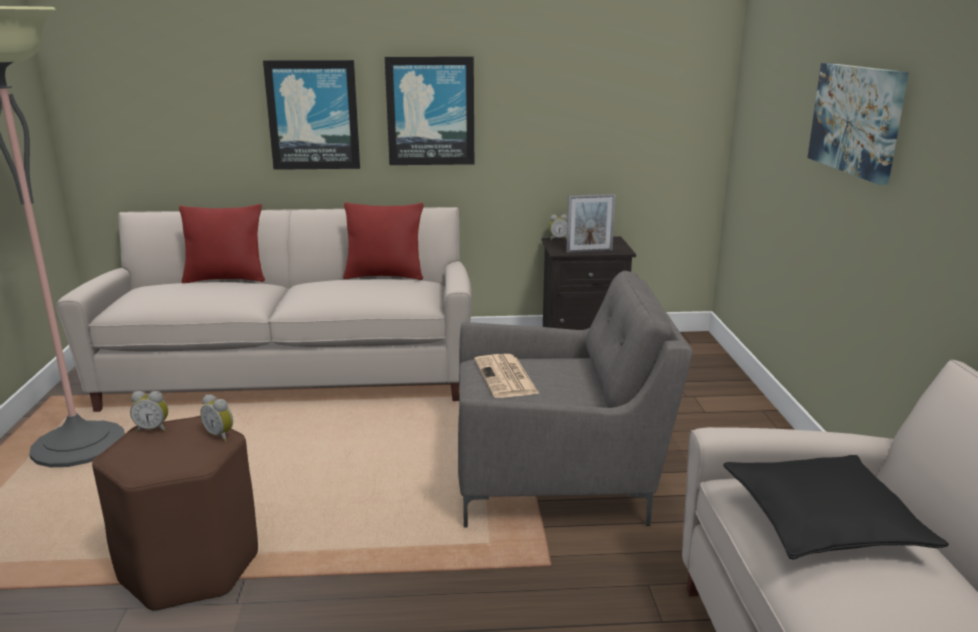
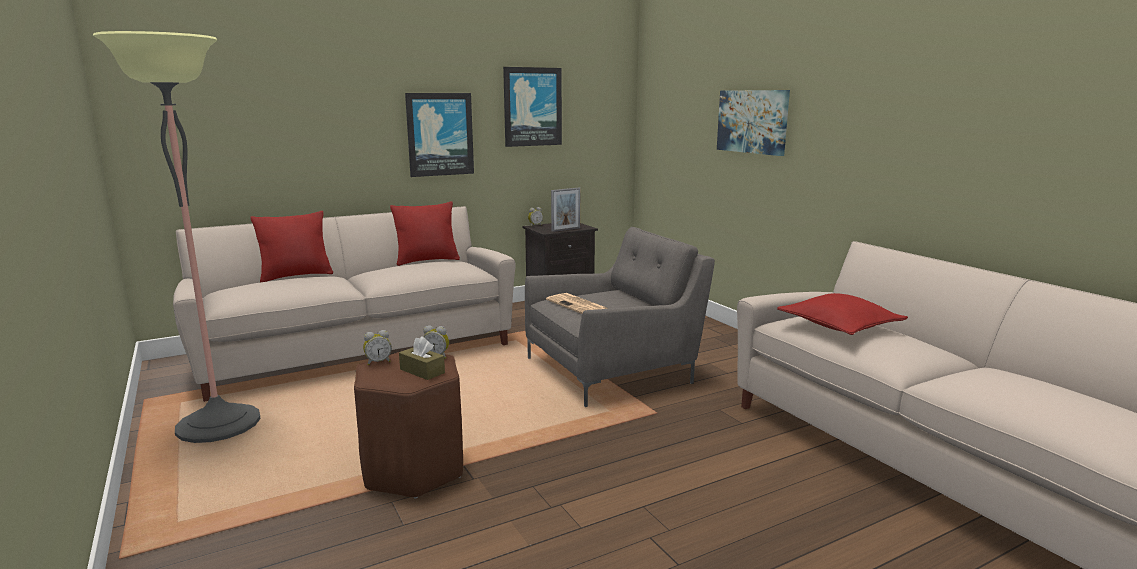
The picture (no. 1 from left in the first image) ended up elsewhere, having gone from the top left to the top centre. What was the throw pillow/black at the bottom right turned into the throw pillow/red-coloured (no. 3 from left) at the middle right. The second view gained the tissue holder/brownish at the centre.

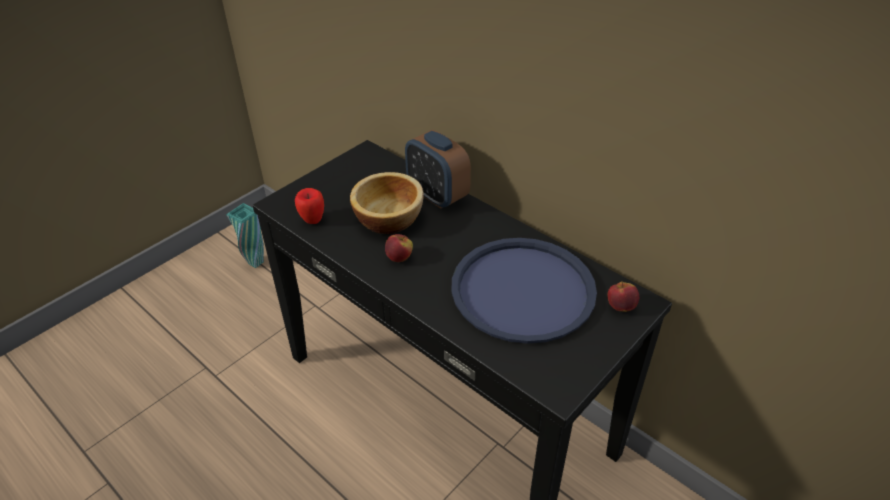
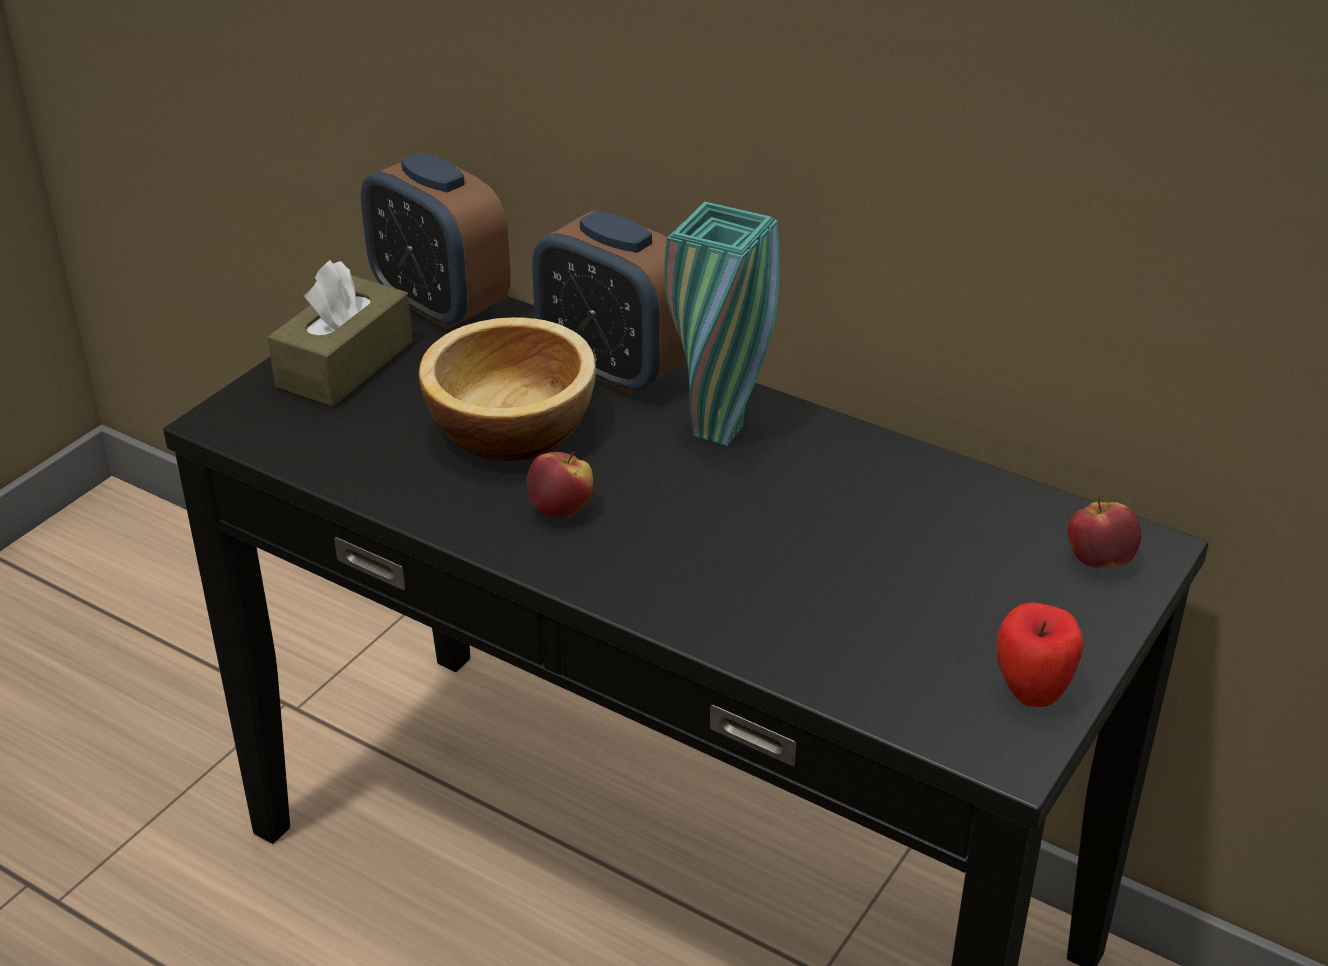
The decorative vase/turquoise-coloured ended up elsewhere, having gone from the middle left to the centre. The apple (no. 1 from left in the first image) ended up elsewhere, having gone from the centre to the bottom right. The second view lost the serving tray/blue at the centre. The second view gained the tissue holder/brownish at the middle left. The second view gained the table clock (no. 1 from left) at the top left.

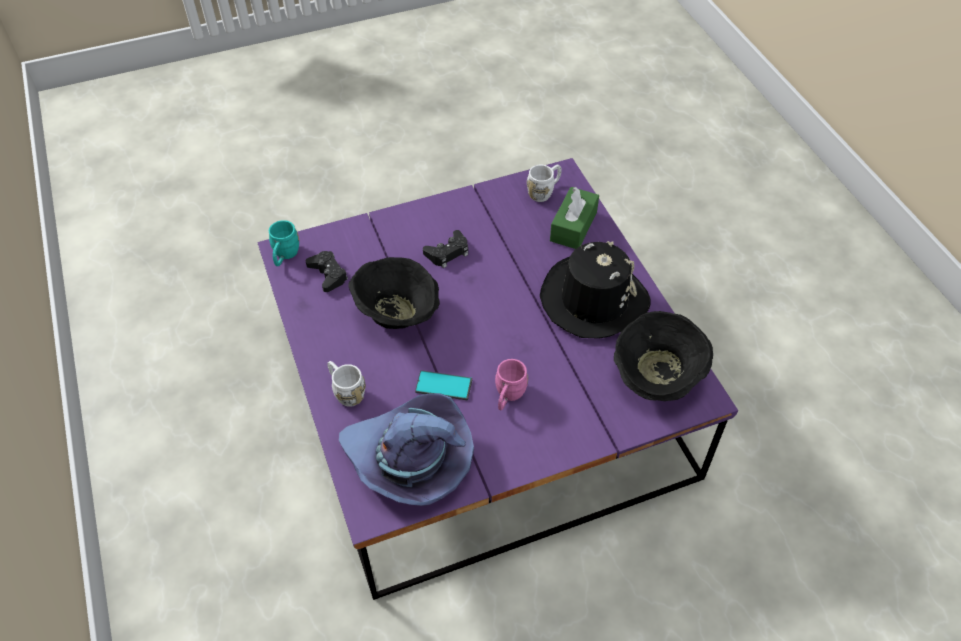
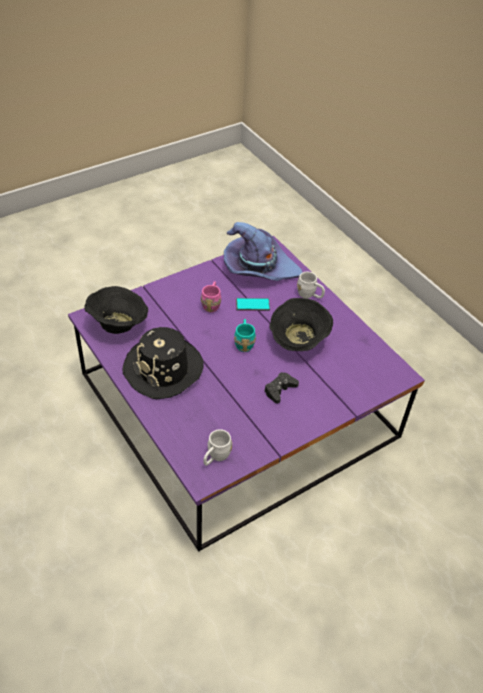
The tea mug/turquoise-coloured ended up elsewhere, having gone from the middle left to the centre. The second view lost the game controller/black (no. 1 from left) at the centre. The second view lost the tissue holder/greenish at the centre.

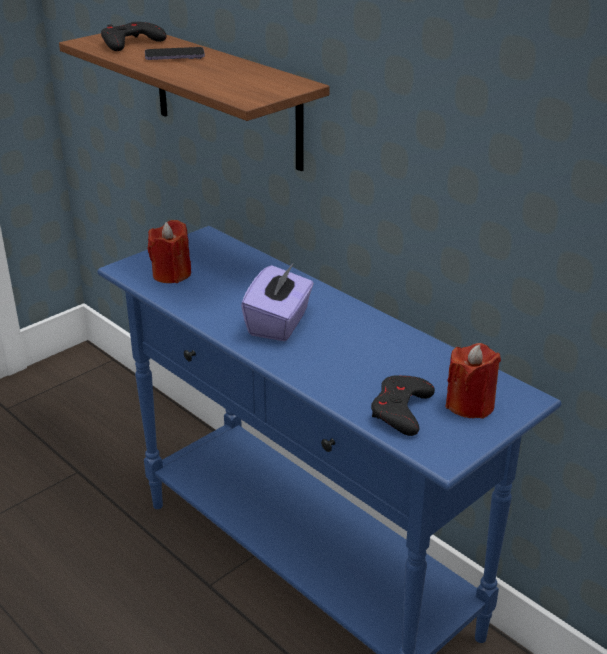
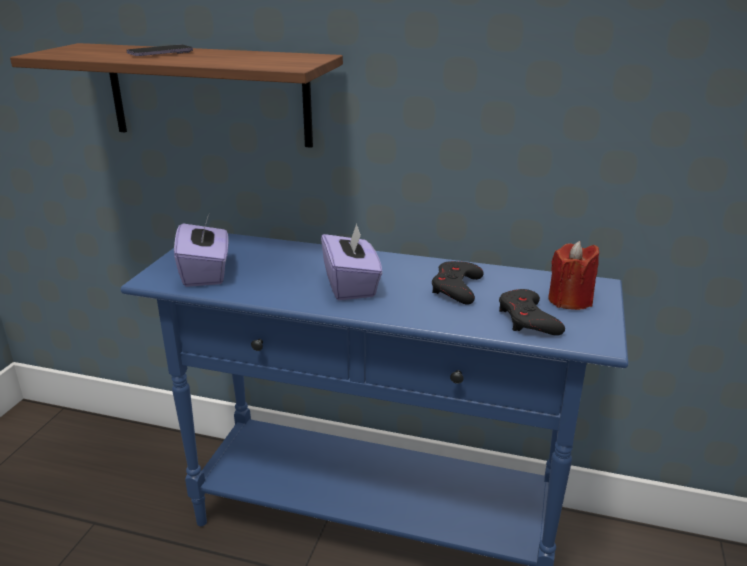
The game controller/black (no. 1 from left) ended up elsewhere, having gone from the top left to the centre. Where the wax light/red-coloured (no. 1 from left) stood at the middle left, the tissue holder/purple (no. 1 from left) came to stand at the middle left.

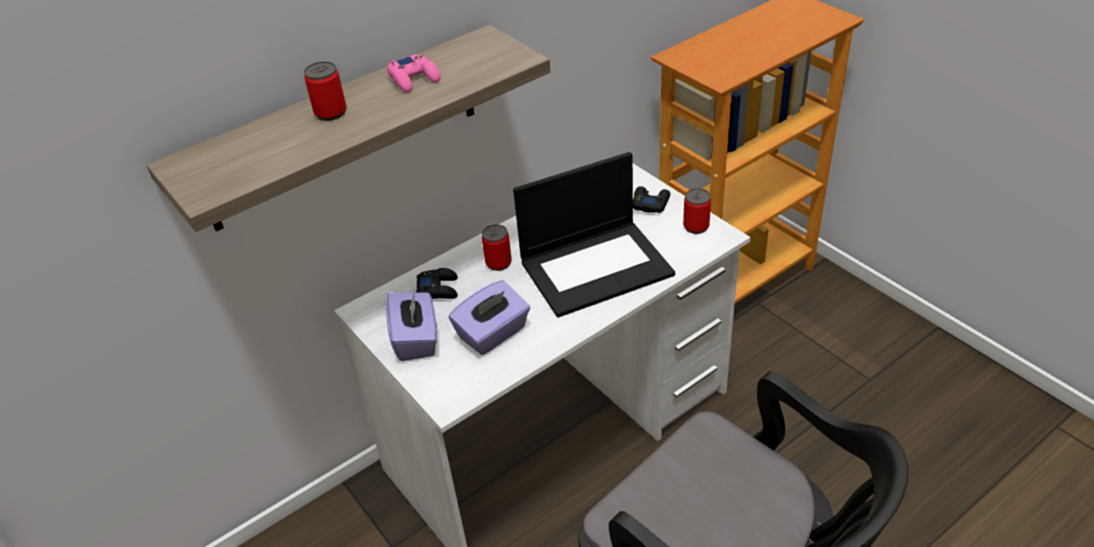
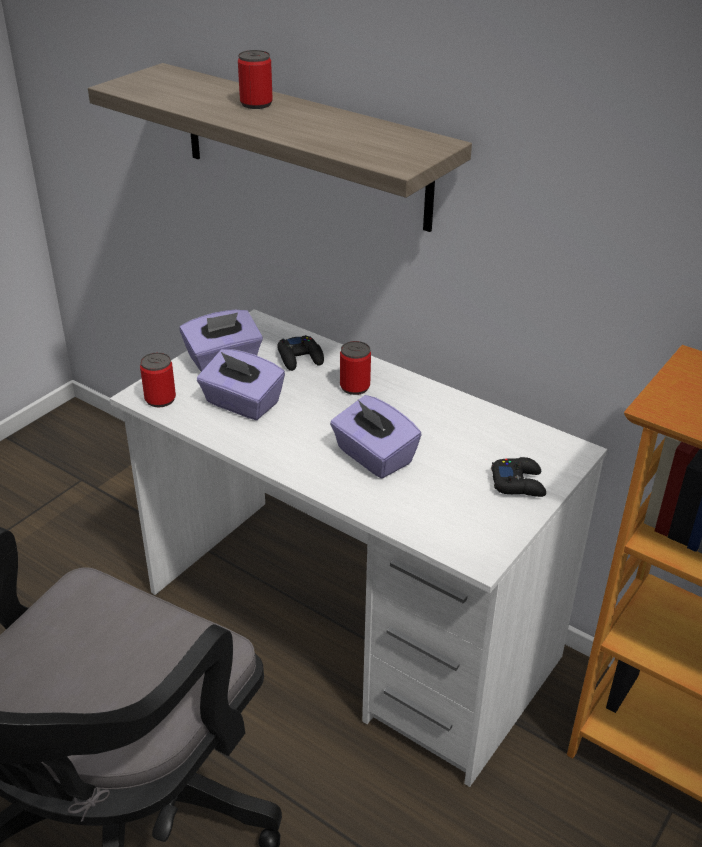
The second view lost the game controller/pinkish at the top centre. Where the portable computer stood at the centre, the tissue holder/purple (no. 3 from left) came to stand at the centre. The can (no. 3 from left in the first image) ended up elsewhere, having gone from the centre to the middle left.

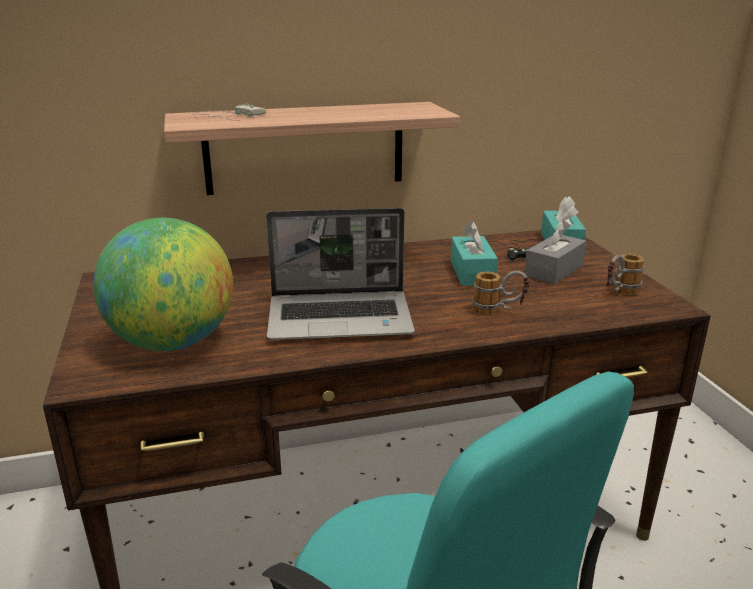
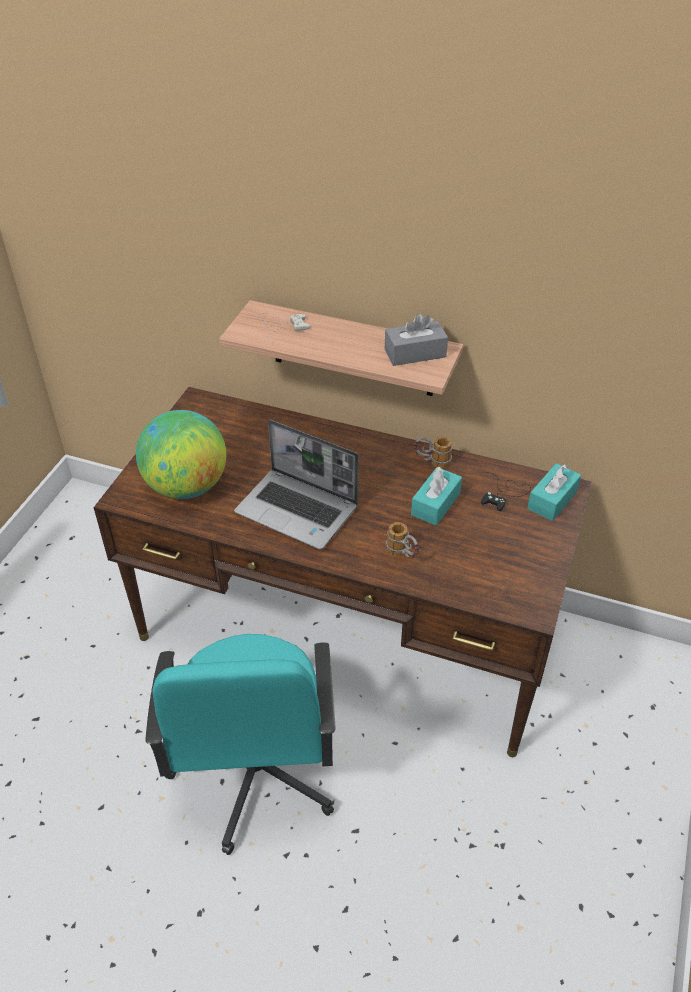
The tissue holder/gray ended up elsewhere, having gone from the middle right to the centre. The tea mug (no. 2 from left) ended up elsewhere, having gone from the middle right to the centre.

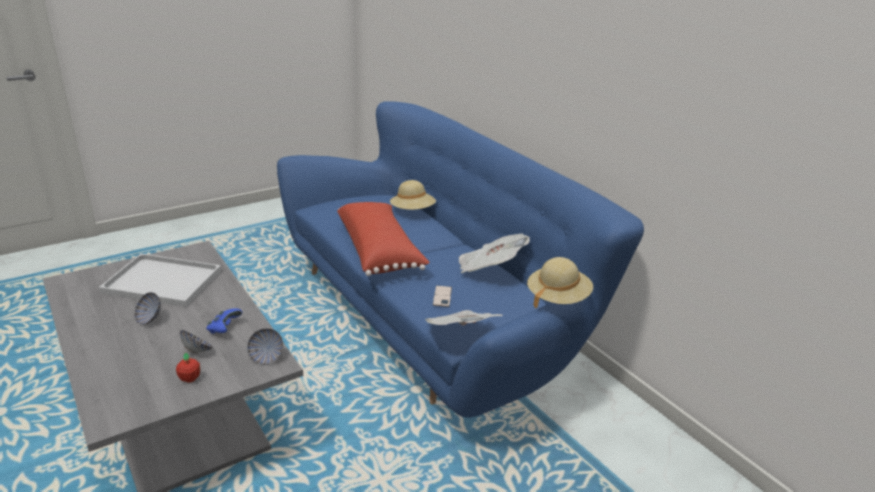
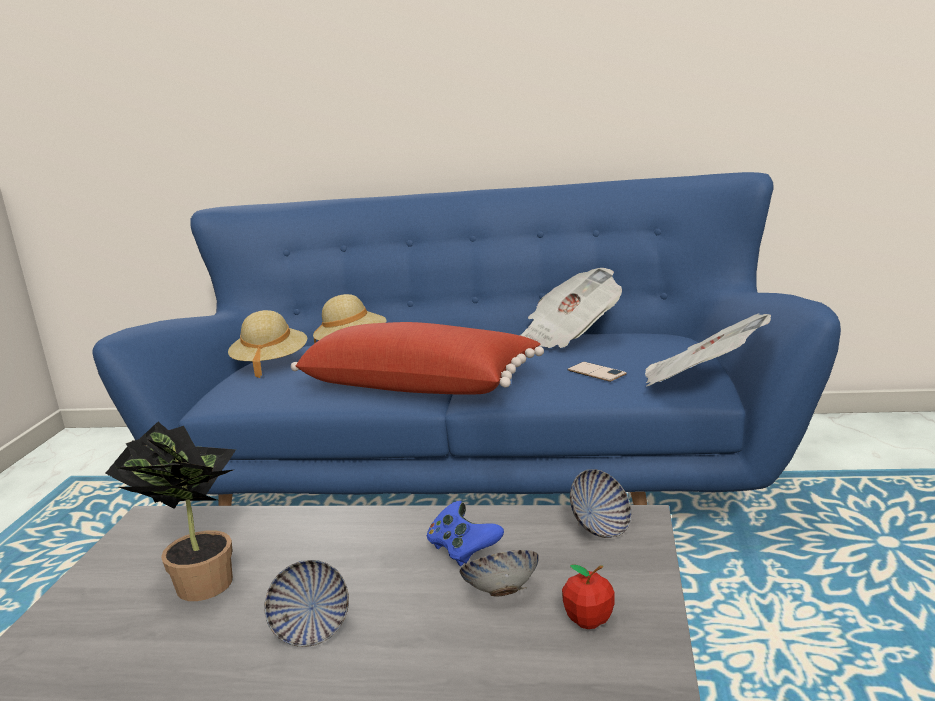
Where the serving tray/whitish stood at the middle left, the potted plant came to stand at the bottom left. The wearable hat/sand-coloured (no. 2 from left in the first image) ended up elsewhere, having gone from the centre to the middle left.

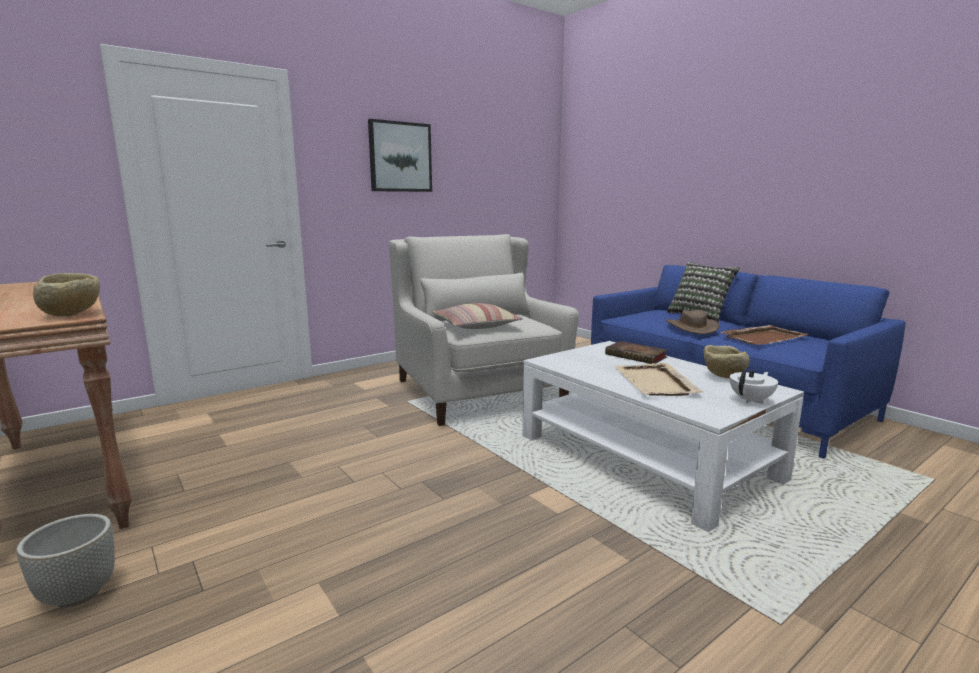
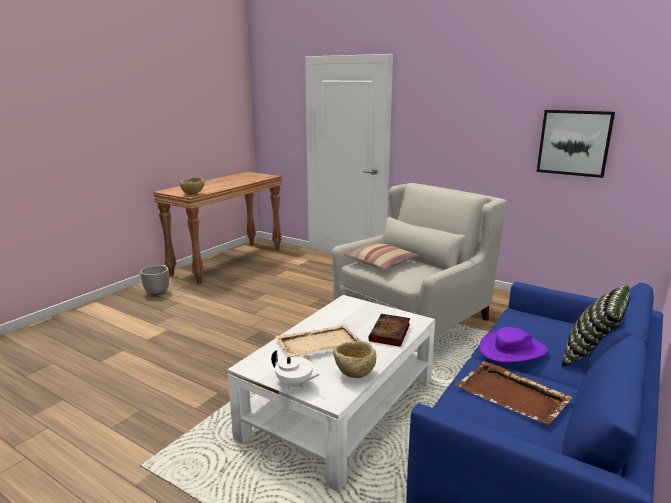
The picture ended up elsewhere, having gone from the top centre to the top right. What was the wearable hat/brownish at the middle right turned into the wearable hat/purple at the bottom right.

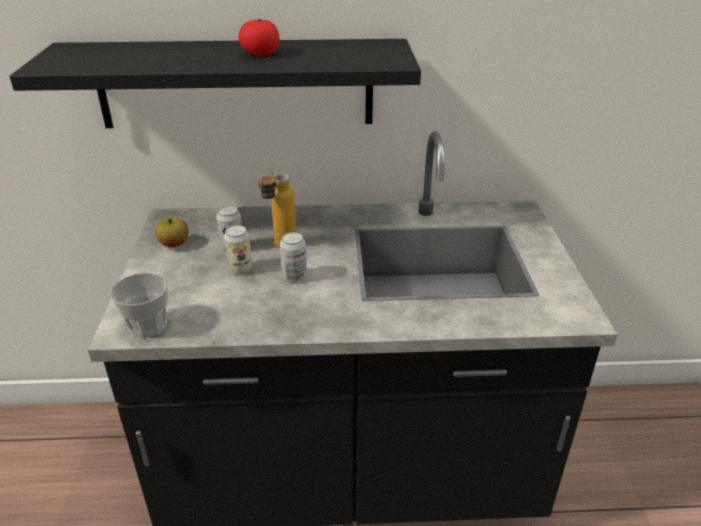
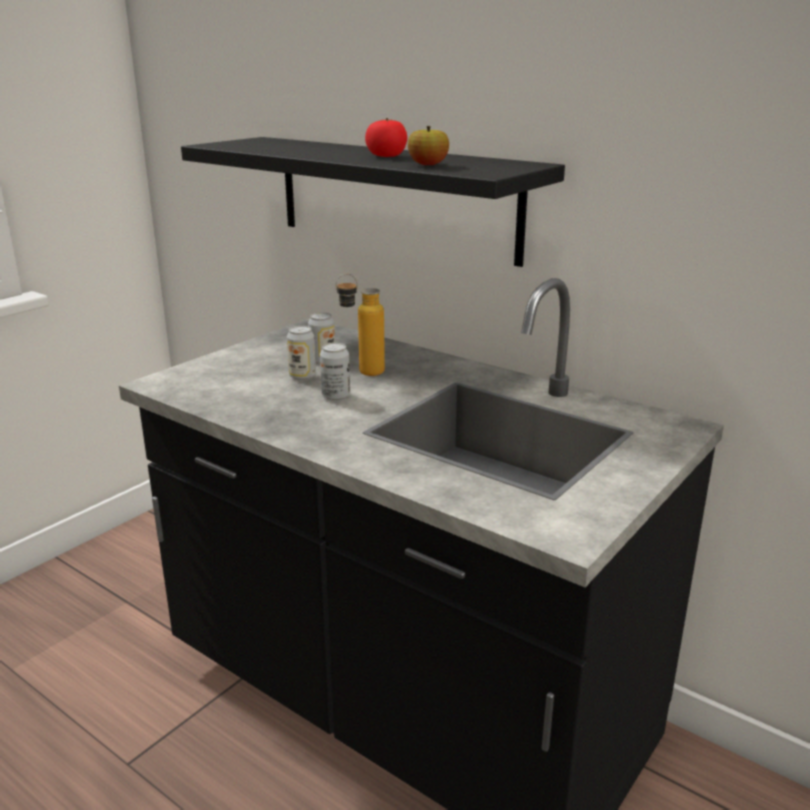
The second view lost the cup at the middle left. The apple ended up elsewhere, having gone from the middle left to the top centre.

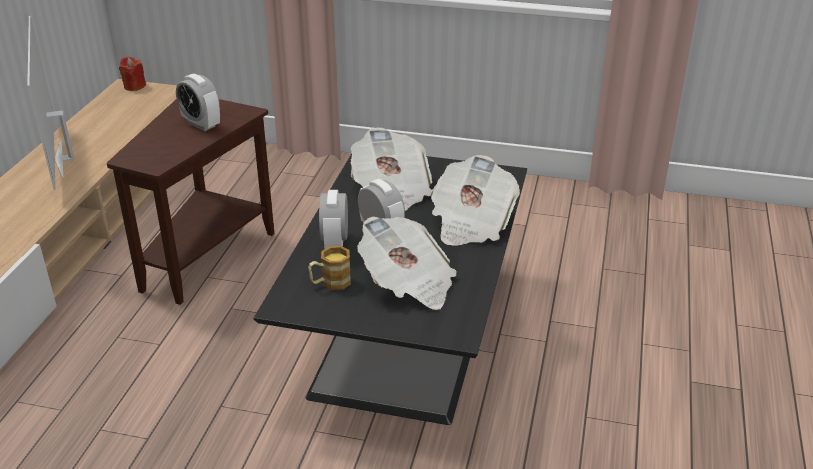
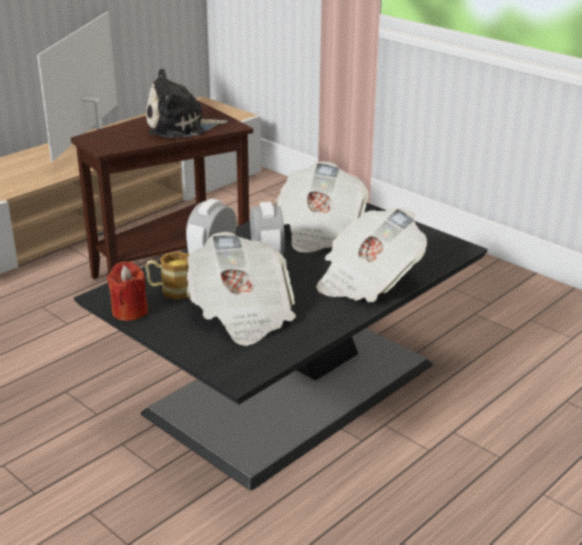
The wax light/red-coloured ended up elsewhere, having gone from the top left to the middle left. Where the table clock (no. 1 from left) stood at the top left, the plush toy came to stand at the top left.

